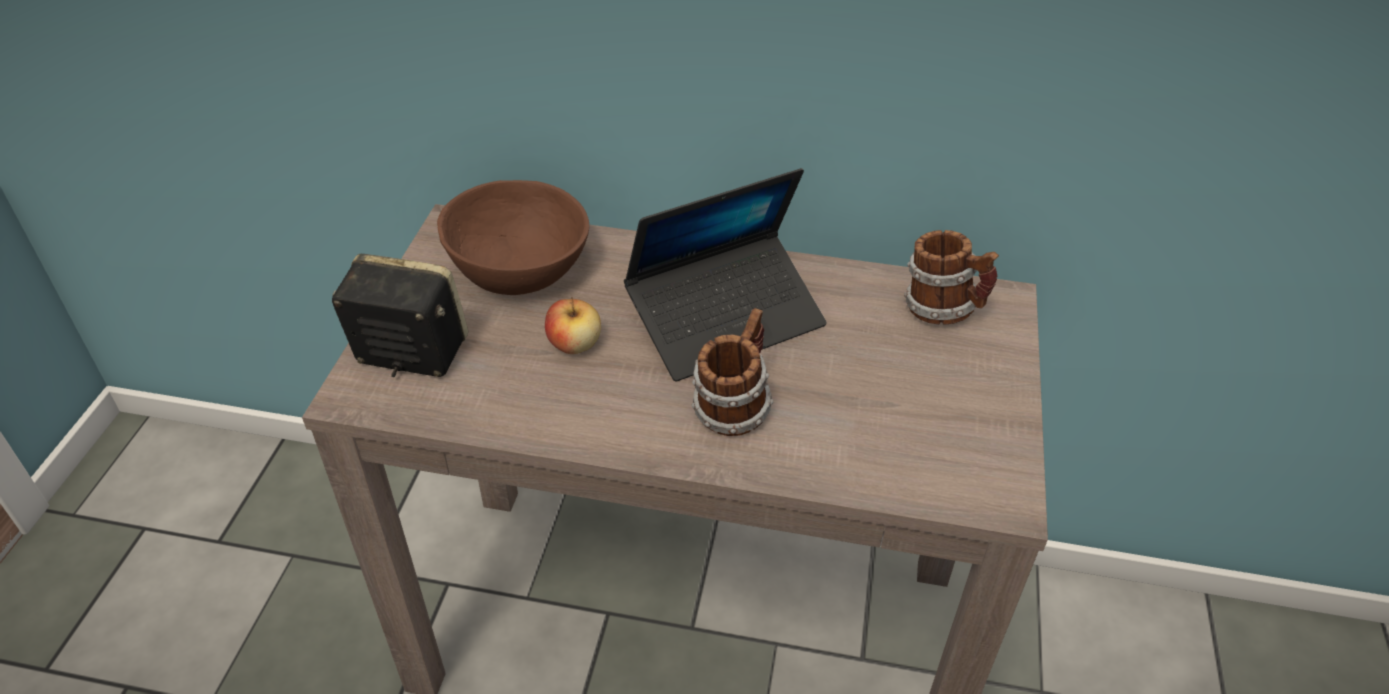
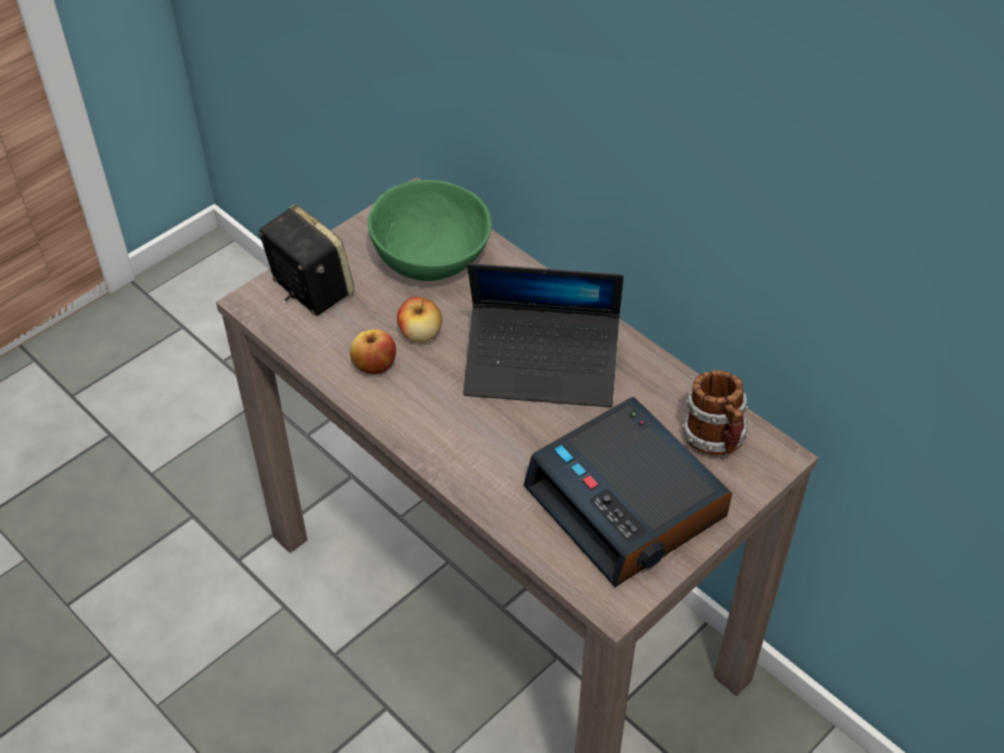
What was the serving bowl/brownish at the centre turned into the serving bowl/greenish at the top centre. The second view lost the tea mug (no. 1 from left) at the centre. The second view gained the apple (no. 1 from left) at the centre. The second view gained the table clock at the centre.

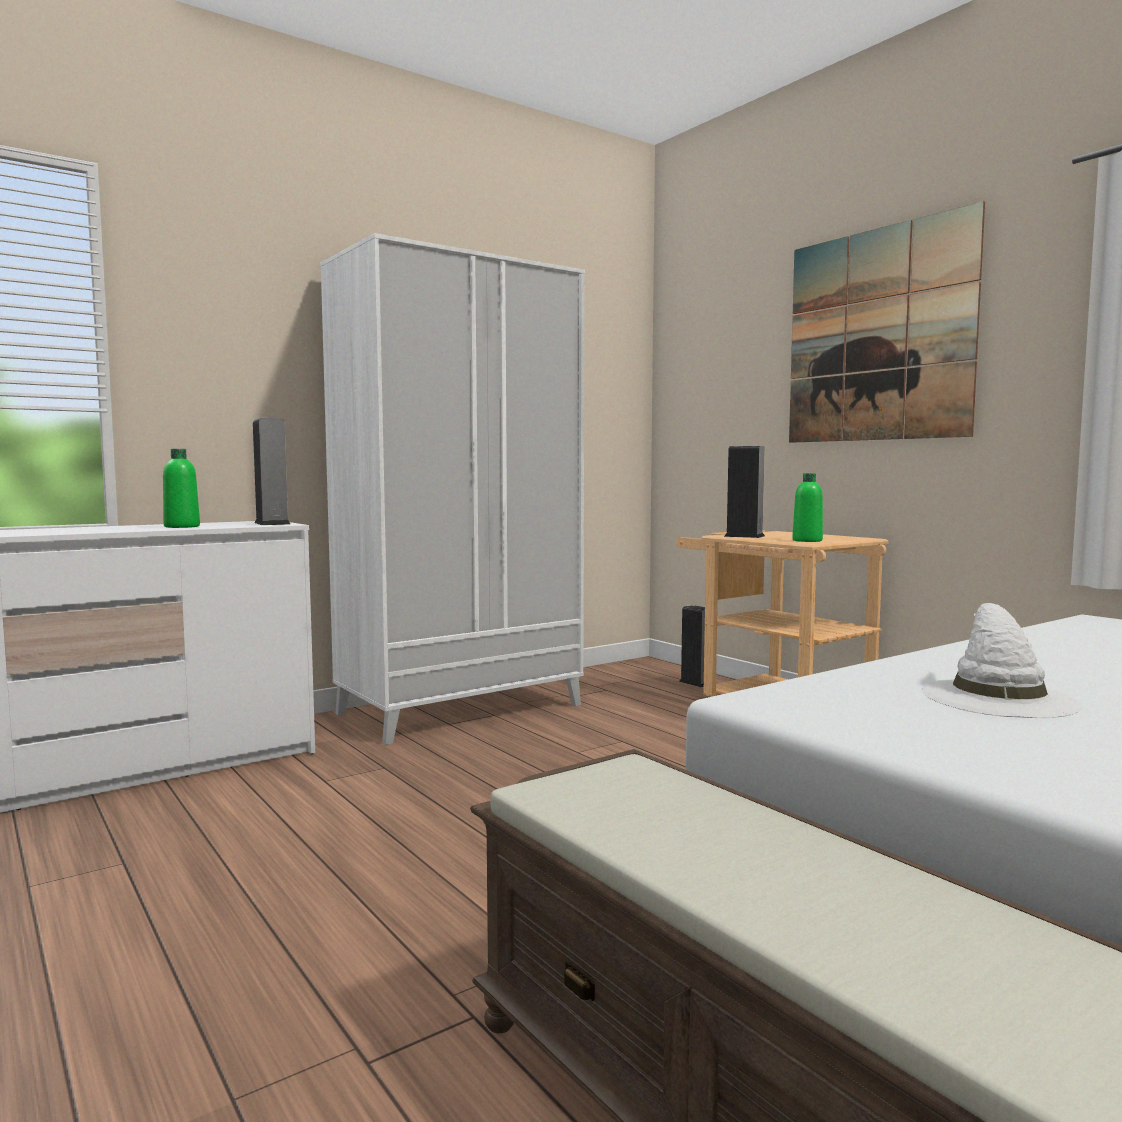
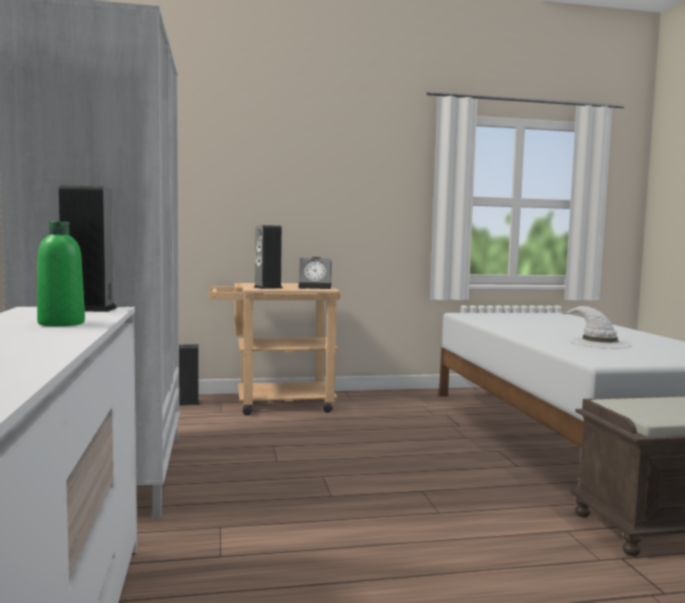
The second view lost the picture at the top right. Where the beverage bottle/greenish (no. 2 from left) stood at the middle right, the table clock came to stand at the centre.

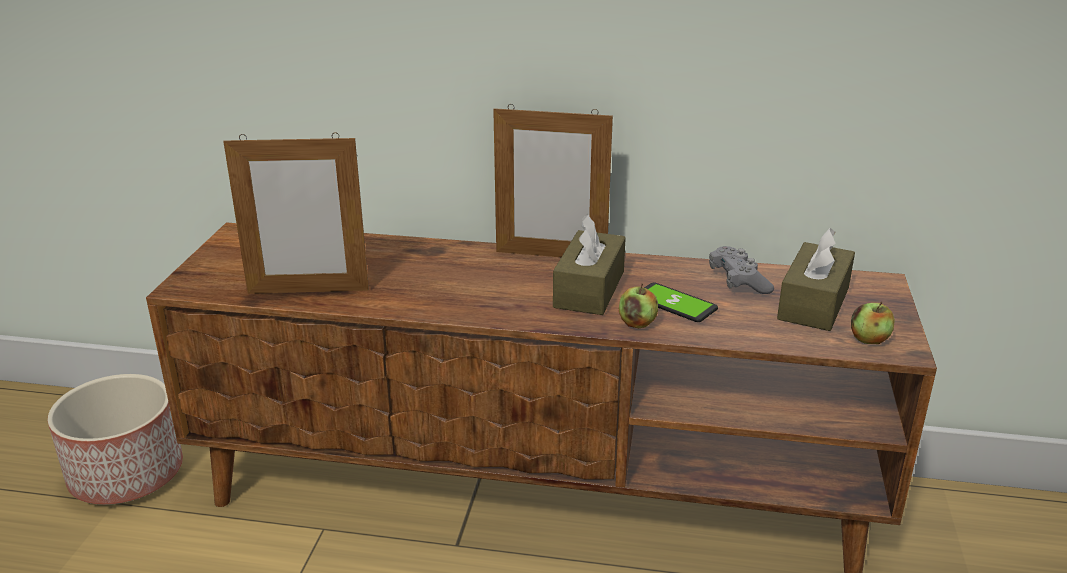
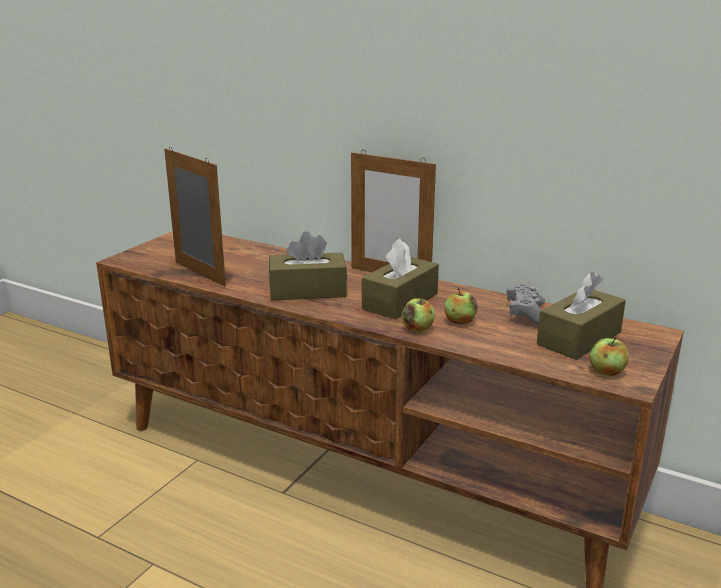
The second view lost the flower pot at the bottom left. The standing frame (no. 1 from left) at the middle left ended up facing another way, 150 degrees counterclockwise from before. Where the phone stood at the centre, the apple (no. 2 from left) came to stand at the centre. The second view gained the tissue holder/brownish (no. 1 from left) at the centre.

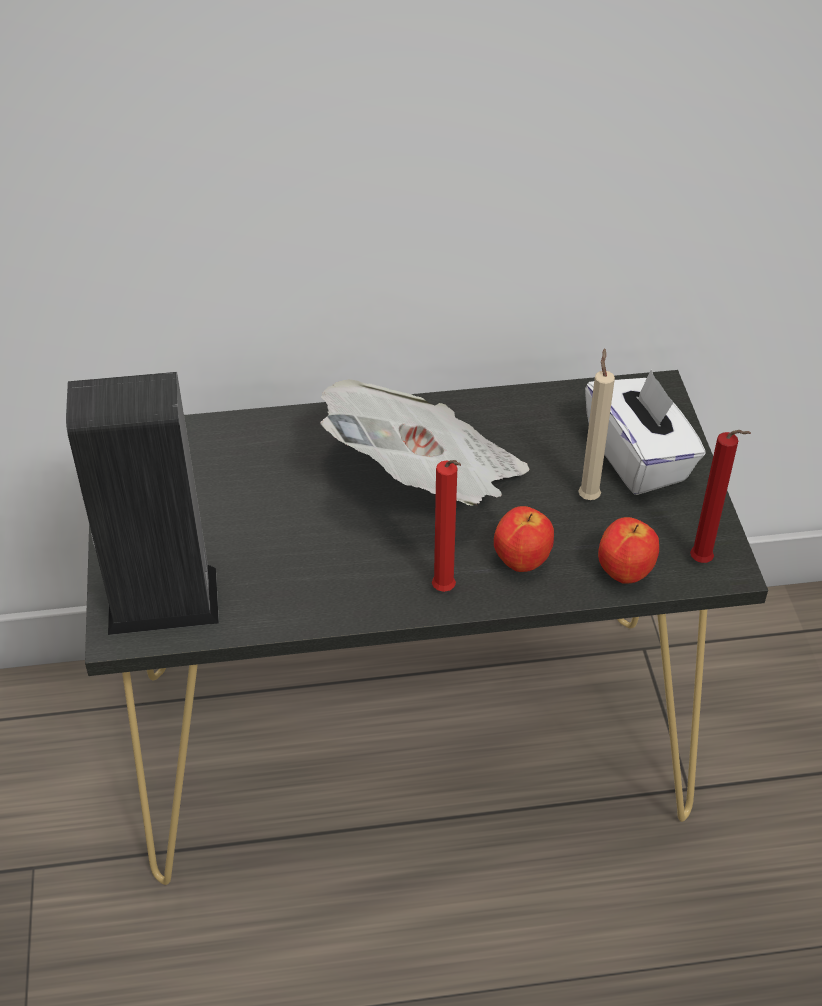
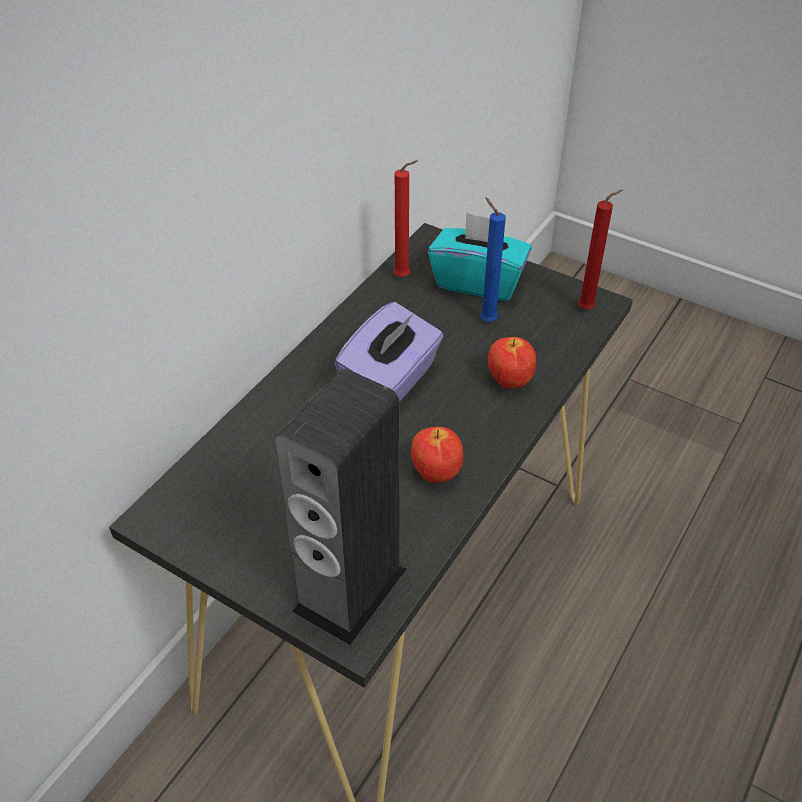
Where the newspaper stood at the centre, the tissue holder/purple came to stand at the centre. The wax light/red-coloured (no. 1 from left) ended up elsewhere, having gone from the centre to the top centre. What was the wax light/sand-coloured at the middle right turned into the wax light/blue at the top centre. What was the tissue holder/whitish at the middle right turned into the tissue holder/turquoise-coloured at the top centre. The apple (no. 2 from left in the first image) ended up elsewhere, having gone from the middle right to the centre.

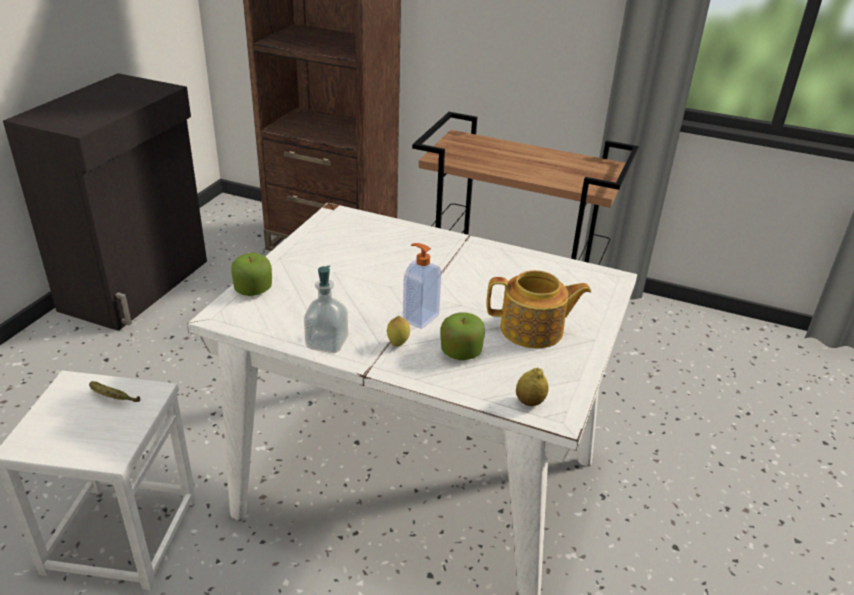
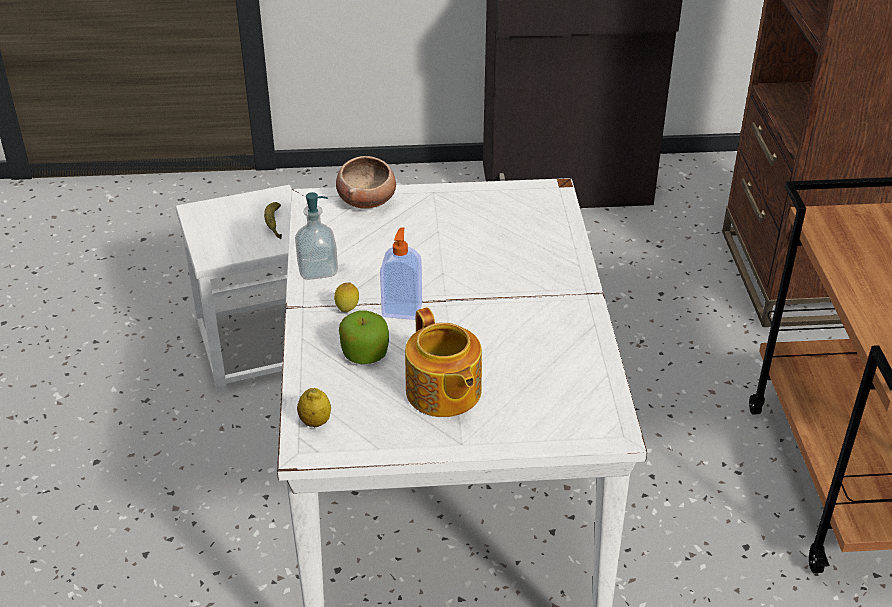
Where the apple (no. 1 from left) stood at the middle left, the serving bowl came to stand at the top centre.

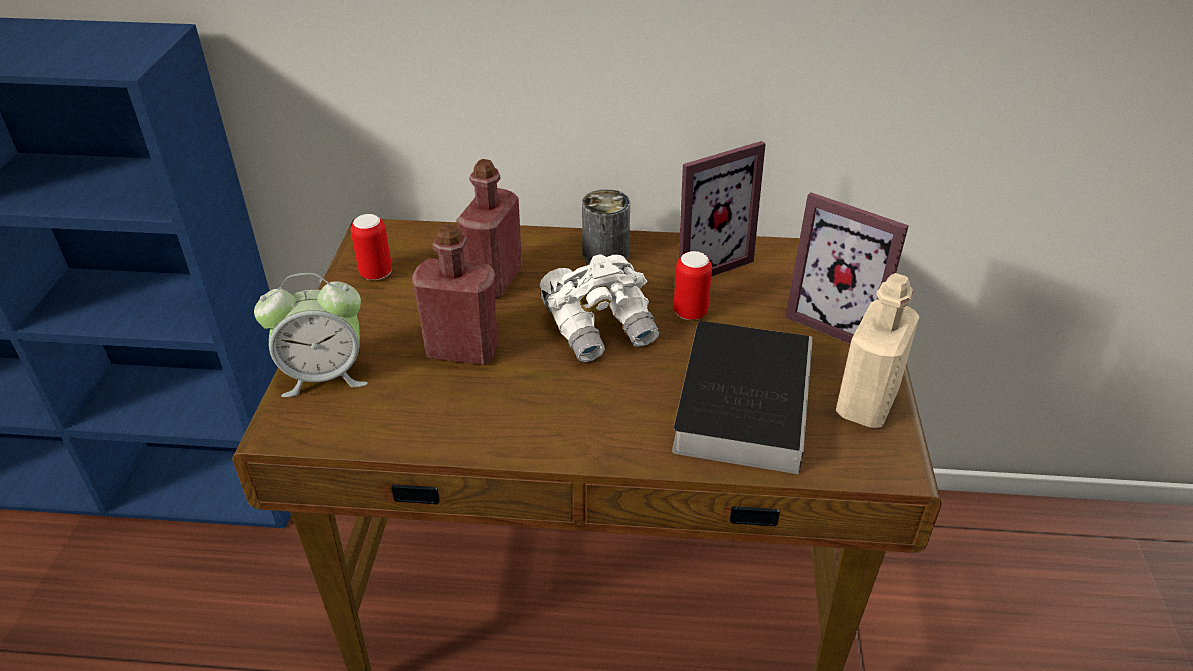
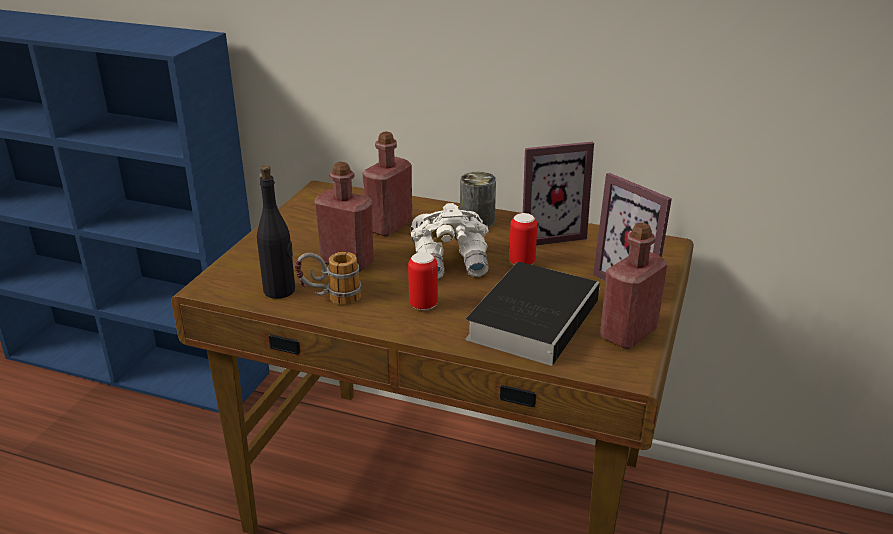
The second view lost the table clock at the middle left. The can (no. 1 from left) ended up elsewhere, having gone from the middle left to the centre. What was the beverage bottle/sand-coloured at the middle right turned into the beverage bottle/red-coloured (no. 3 from left) at the middle right. The second view gained the beverage bottle/black at the middle left. The second view gained the tea mug at the centre.

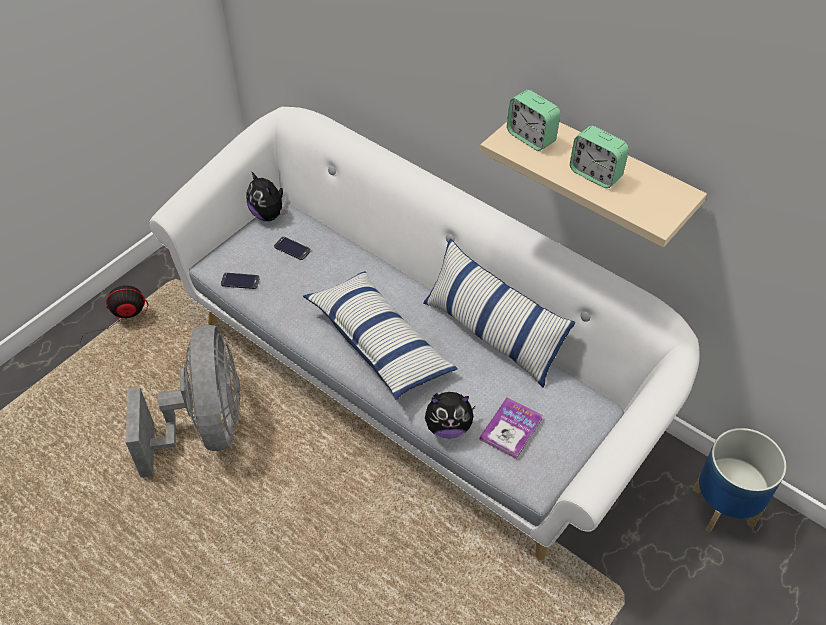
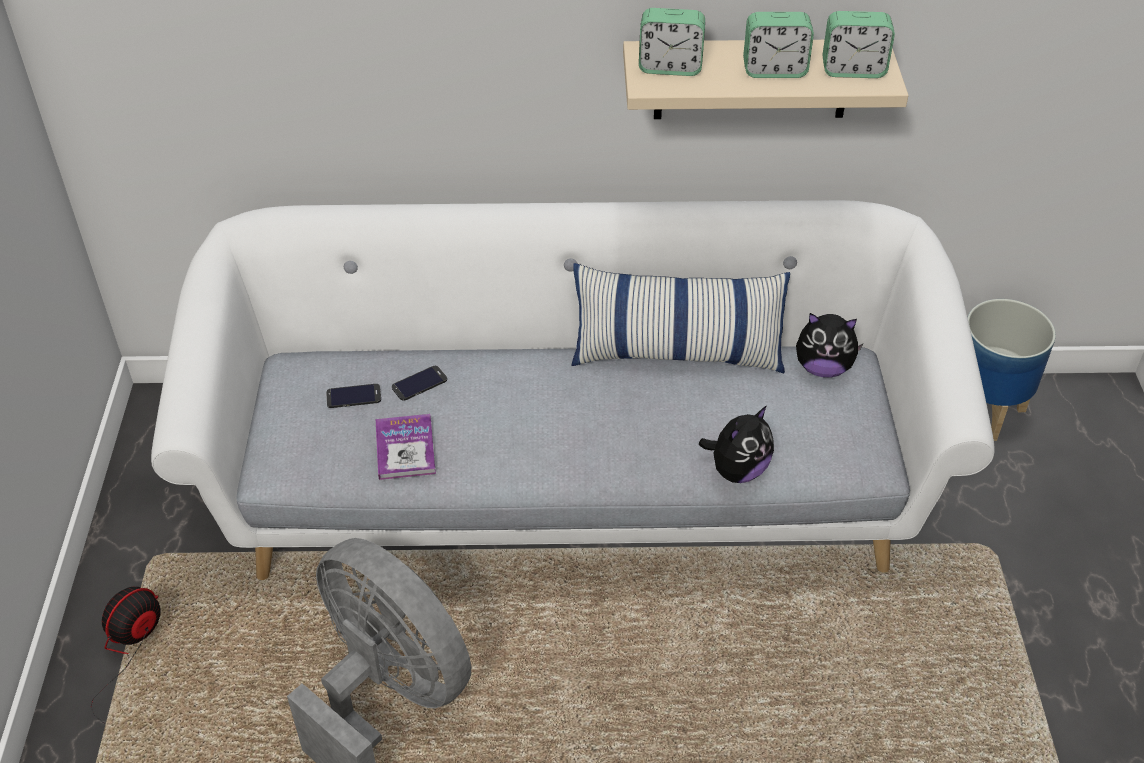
The phone (no. 1 from left in the first image) ended up elsewhere, having gone from the middle left to the centre. The plush toy (no. 1 from left in the first image) ended up elsewhere, having gone from the top left to the middle right. The second view lost the throw pillow (no. 1 from left) at the centre. The bound book ended up elsewhere, having gone from the bottom centre to the centre. The second view gained the table clock (no. 3 from left) at the top right.

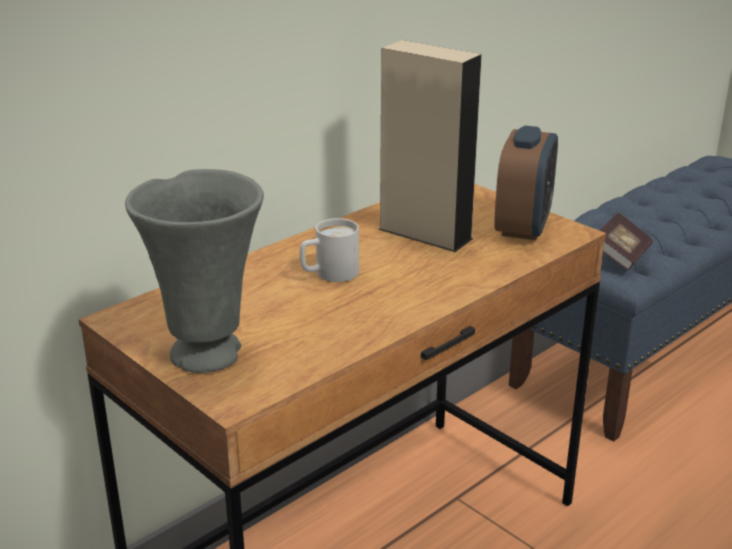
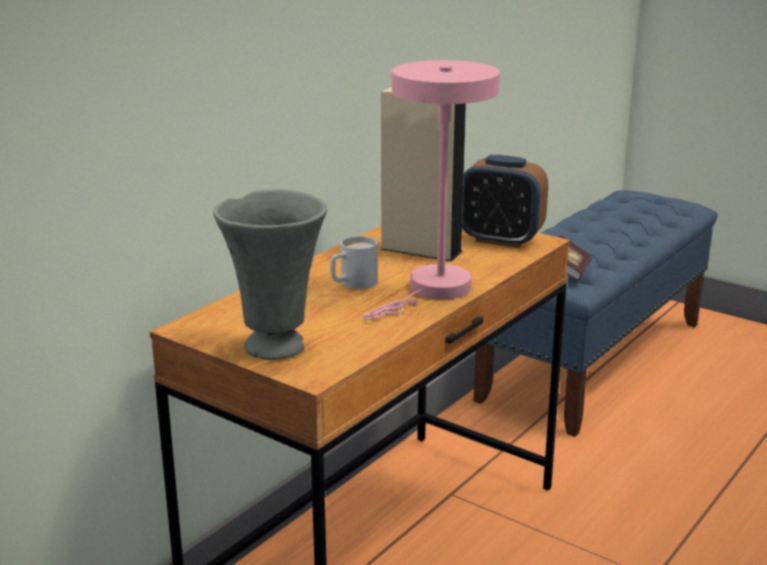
The table clock at the top right ended up facing another way, 105 degrees clockwise from before. The second view gained the tabletop lamp/pinkish at the centre.

